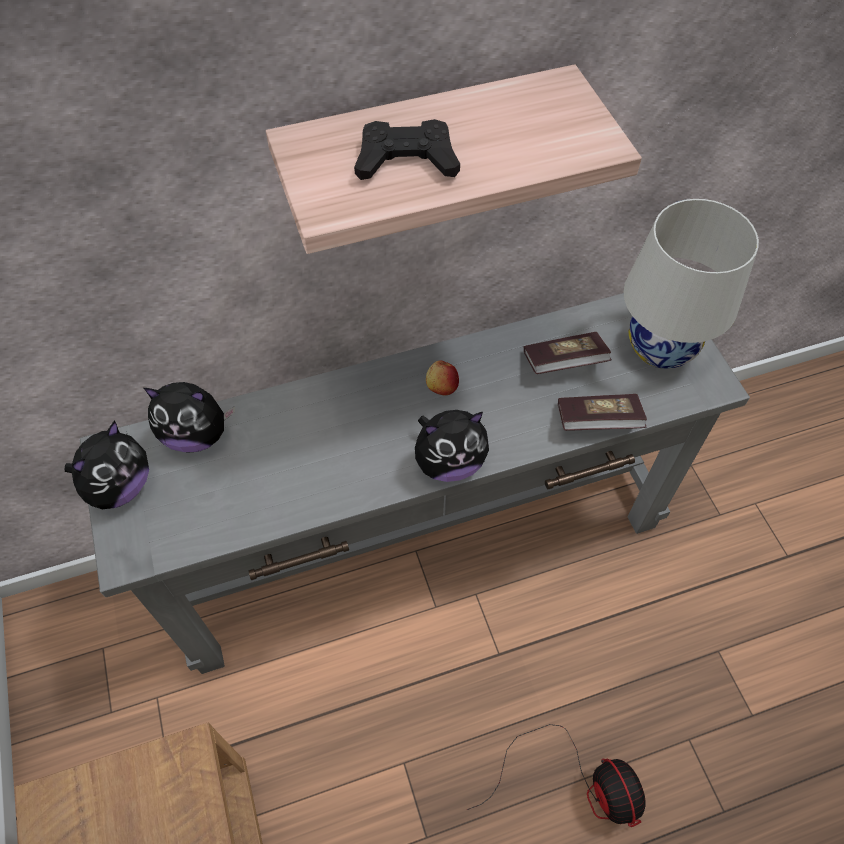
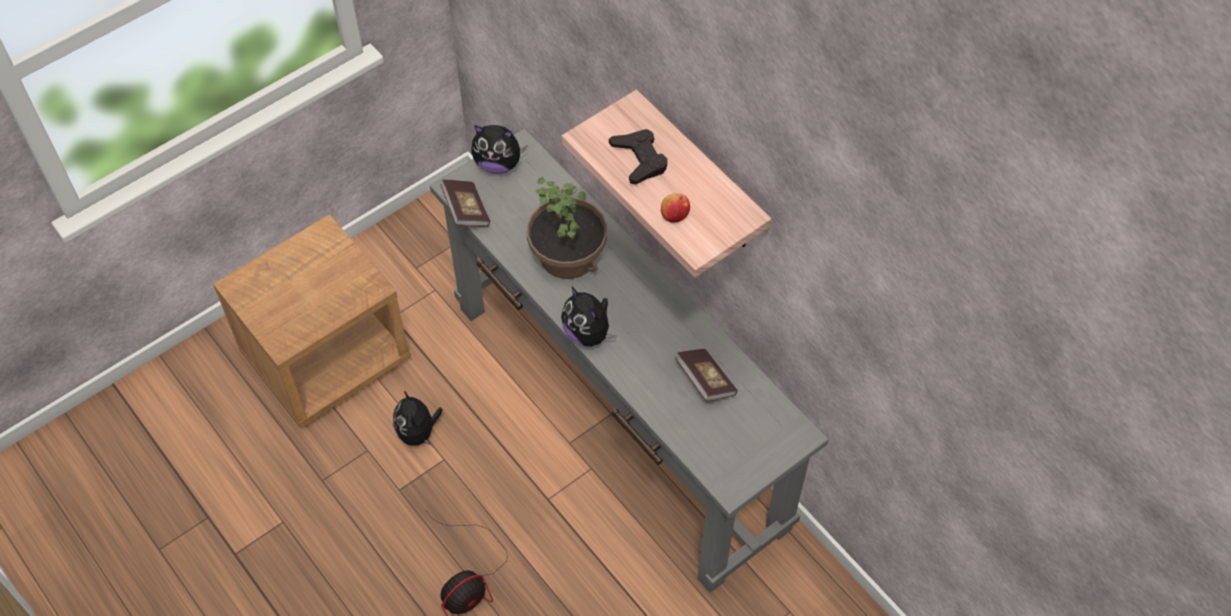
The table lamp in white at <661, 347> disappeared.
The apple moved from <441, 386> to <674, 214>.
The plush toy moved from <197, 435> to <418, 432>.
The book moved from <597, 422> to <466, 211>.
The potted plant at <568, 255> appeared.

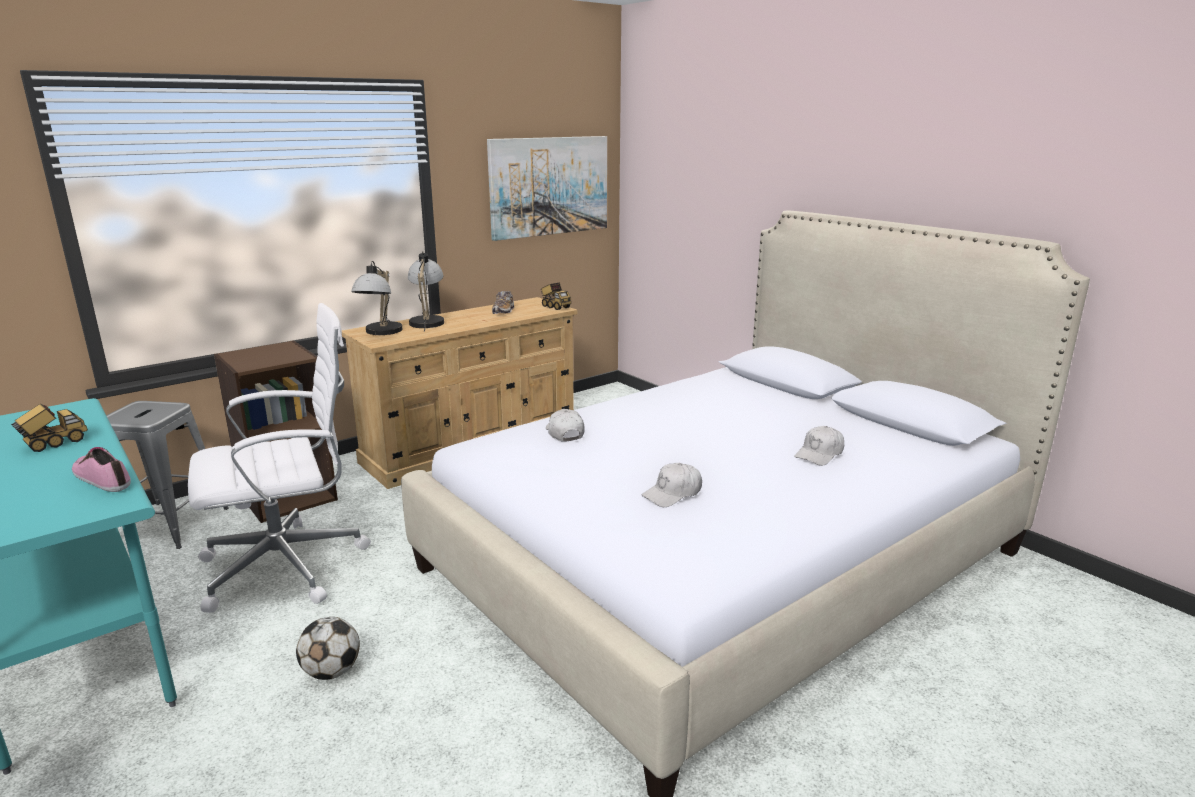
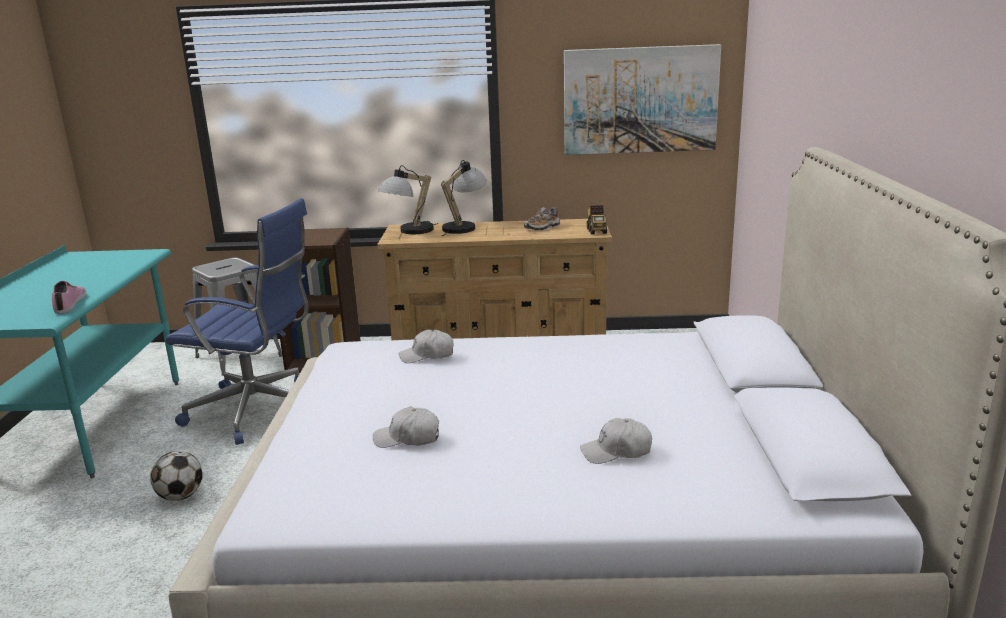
The office chair in white at <289, 565> became the office chair in blue at <258, 411>.
The toy truck at <54, 444> disappeared.
The cap in white at <564, 433> turned 120 degrees counterclockwise.

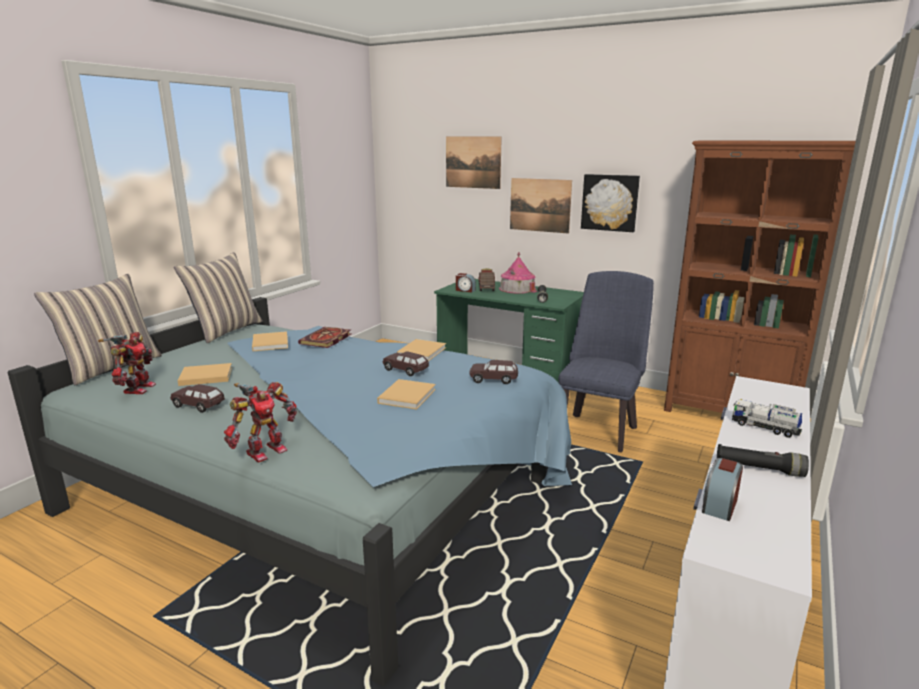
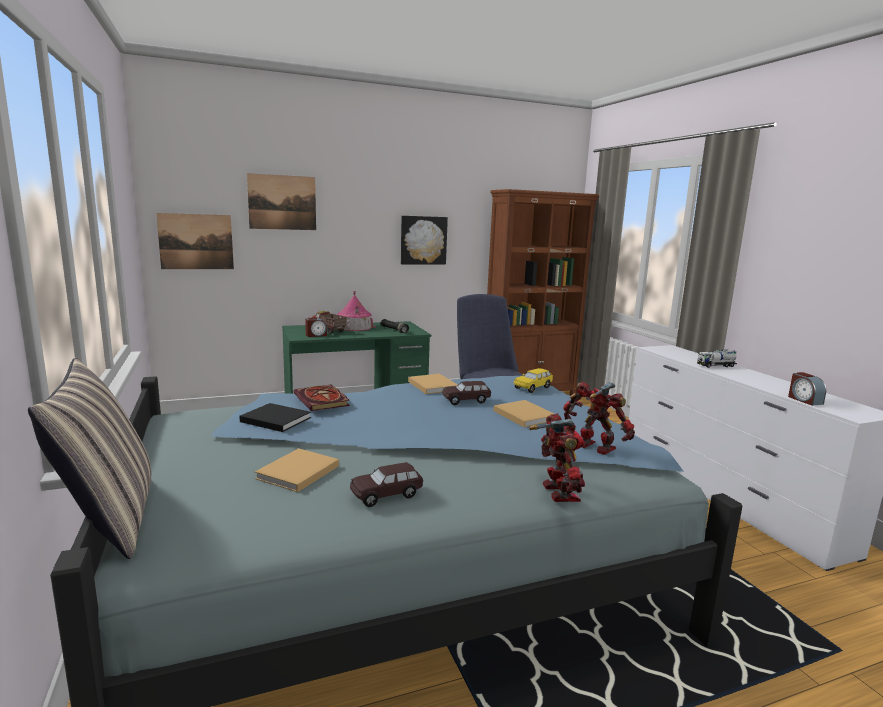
The picture moved from <540, 205> to <196, 241>.
The pillow at <226, 330> disappeared.
The book in beige at <270, 342> became the book in black at <274, 419>.
The toy robot moved from <137, 388> to <594, 448>.
The toy car in brown at <493, 379> became the toy car in yellow at <533, 388>.
The flashlight in black at <759, 469> disappeared.

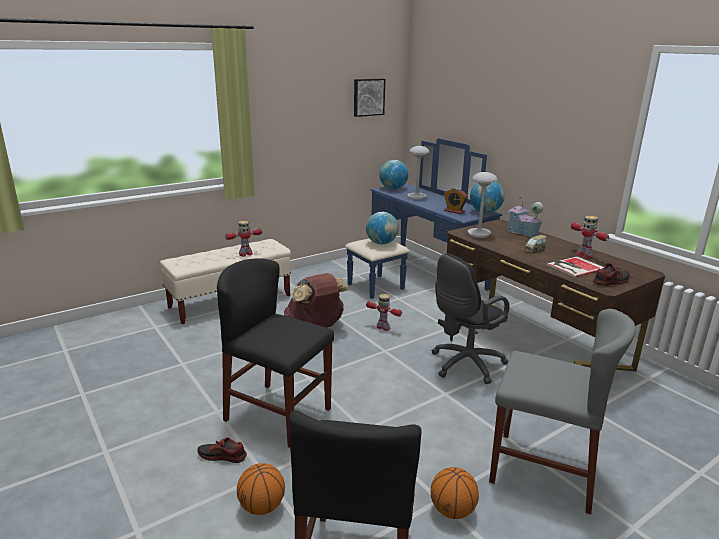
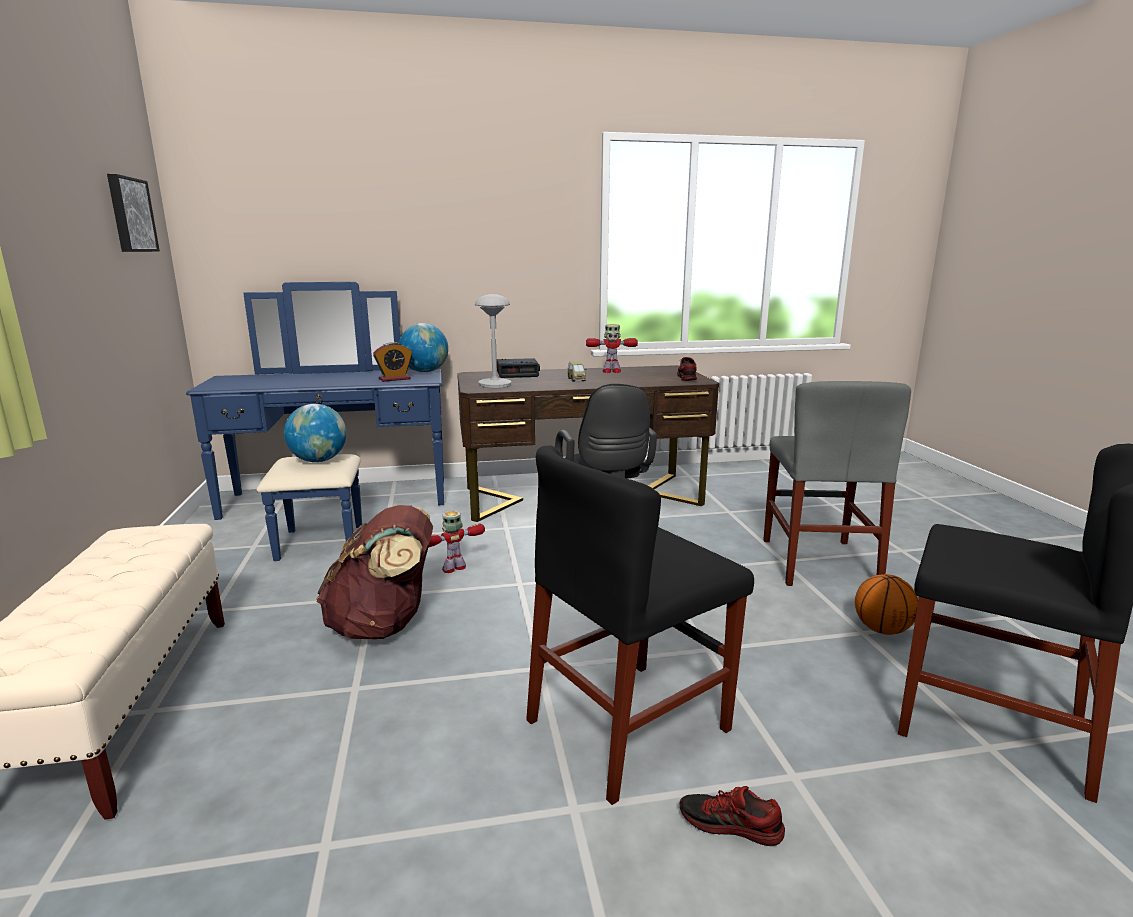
The table lamp in grey at <416, 197> disappeared.
The globe at <393, 188> disappeared.
The toy house at <522, 232> was replaced by the alarm clock at <518, 374>.
The toy robot at <245, 254> disappeared.
The book at <574, 267> disappeared.
The chair in grey at <543, 470> turned 135 degrees clockwise.
The shoe at <222, 456> turned 75 degrees clockwise.
The basketball at <262, 507> disappeared.

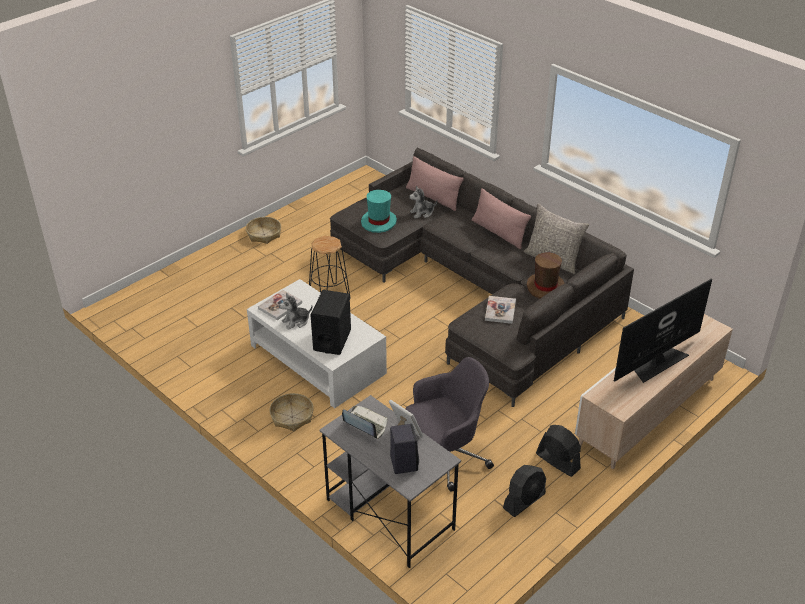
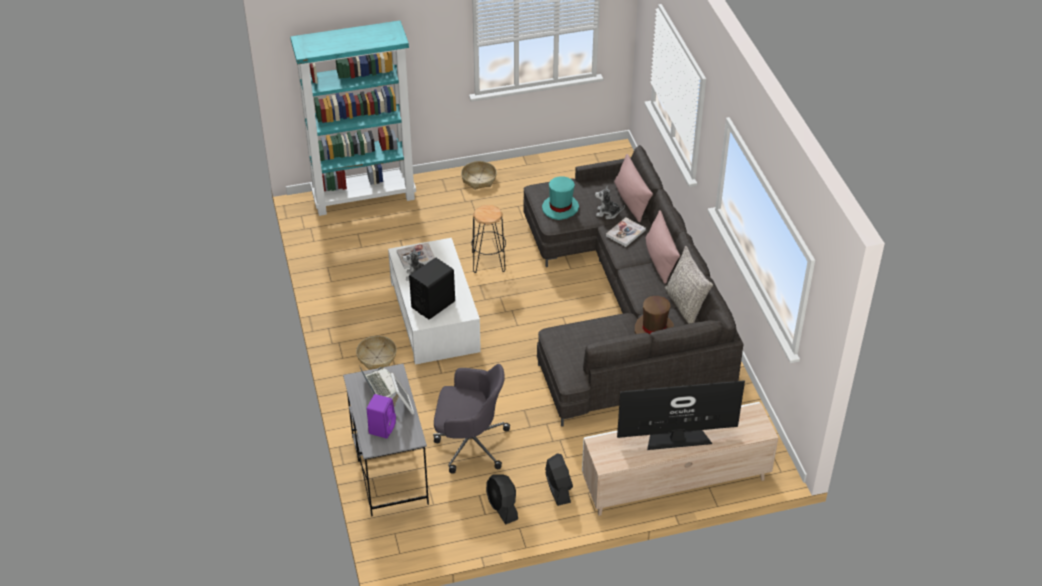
The book moved from <500, 311> to <625, 233>.
The speaker in black at <403, 462> became the speaker in purple at <382, 427>.
The fan in black at <524, 501> turned 75 degrees clockwise.
The bookcase in turquoise at <364, 197> appeared.

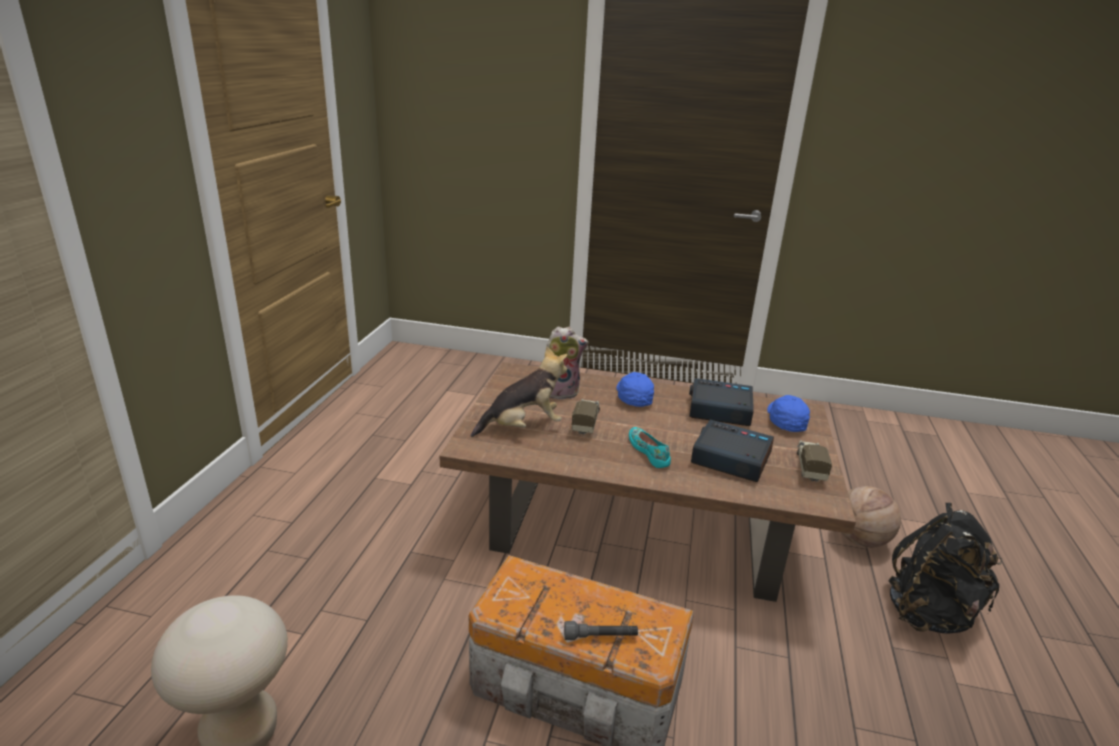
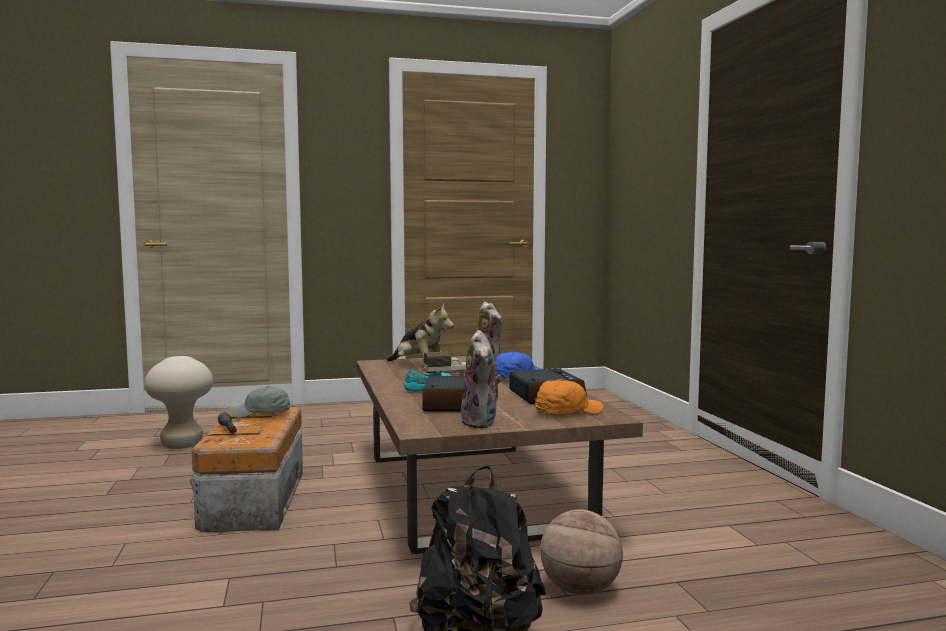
The cap in blue at <785, 421> became the cap in orange at <567, 412>.
The toy truck at <810, 467> was replaced by the plush toy at <482, 423>.
The cap in grey at <261, 414> appeared.

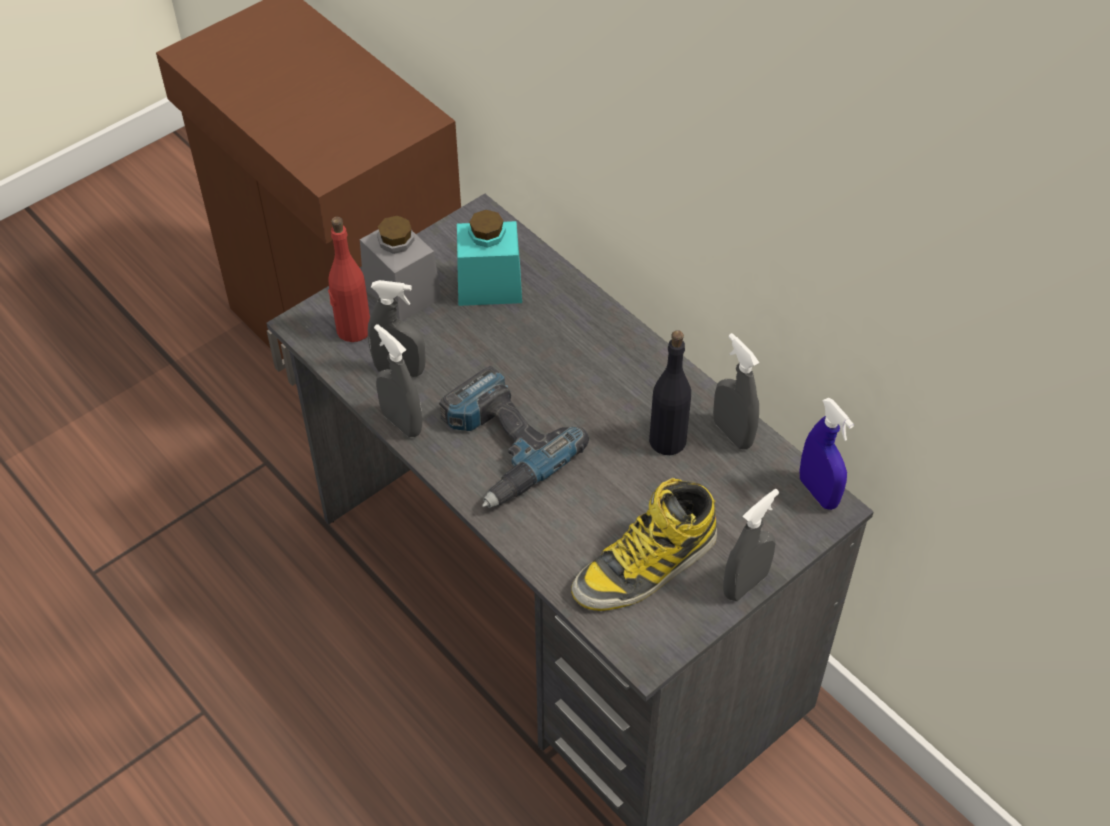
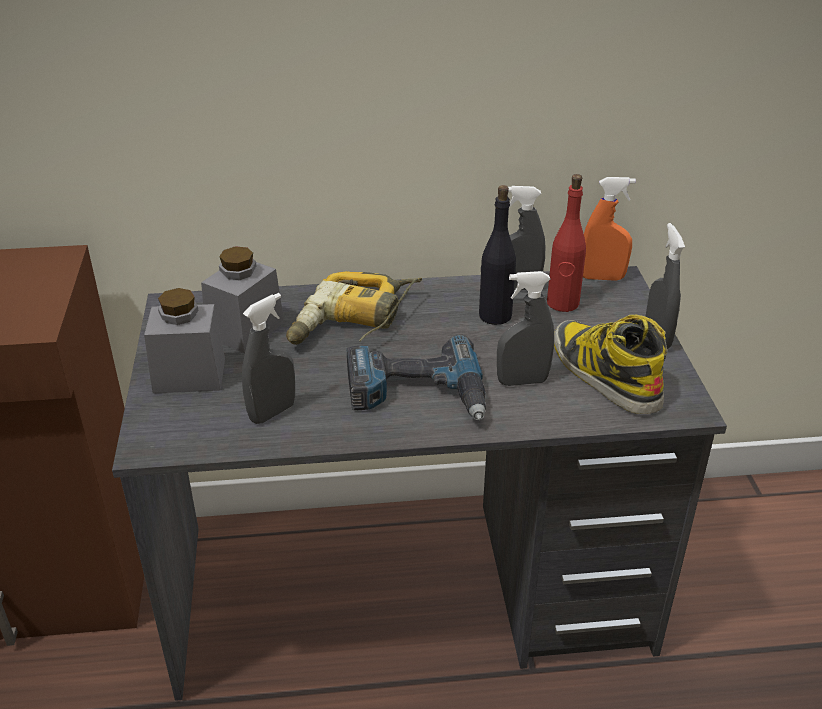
The jar in turquoise at <489, 285> became the jar in grey at <245, 330>.
The bottle in red moved from <353, 329> to <562, 303>.
The spray bottle in grey moved from <401, 423> to <522, 381>.
The spray bottle in blue at <818, 492> became the spray bottle in orange at <602, 277>.
The boot at <645, 566> turned 150 degrees clockwise.
The power drill at <354, 322> appeared.

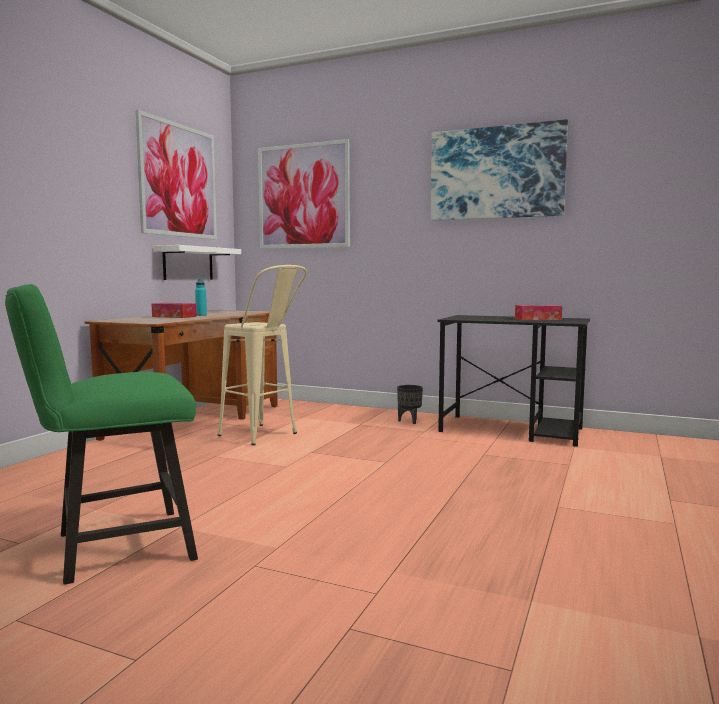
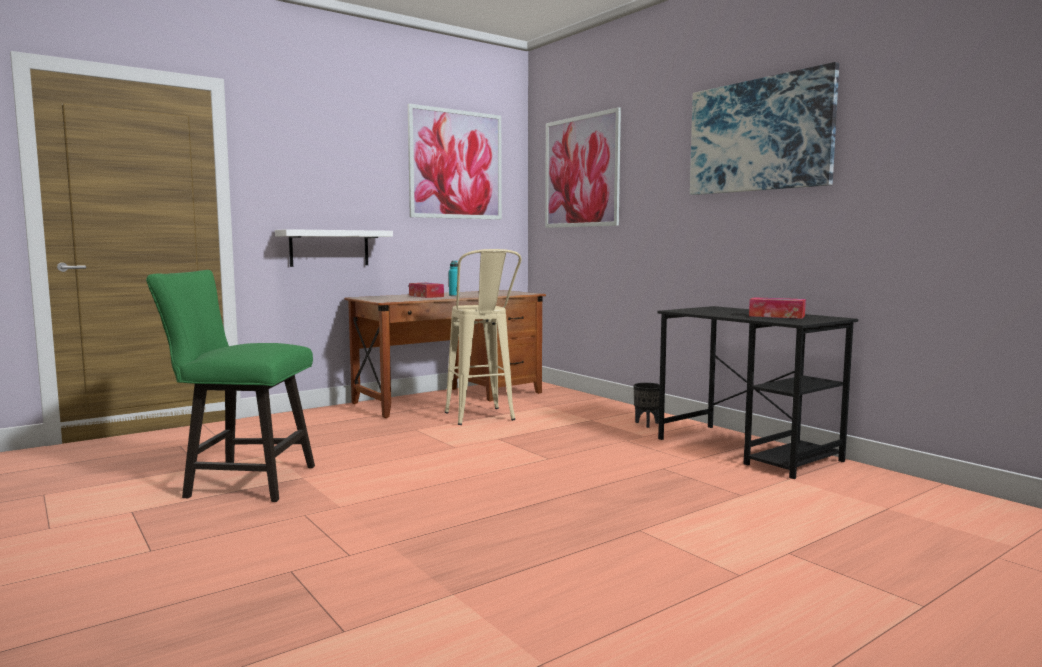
The shelf in white moved from <188, 263> to <329, 248>.

